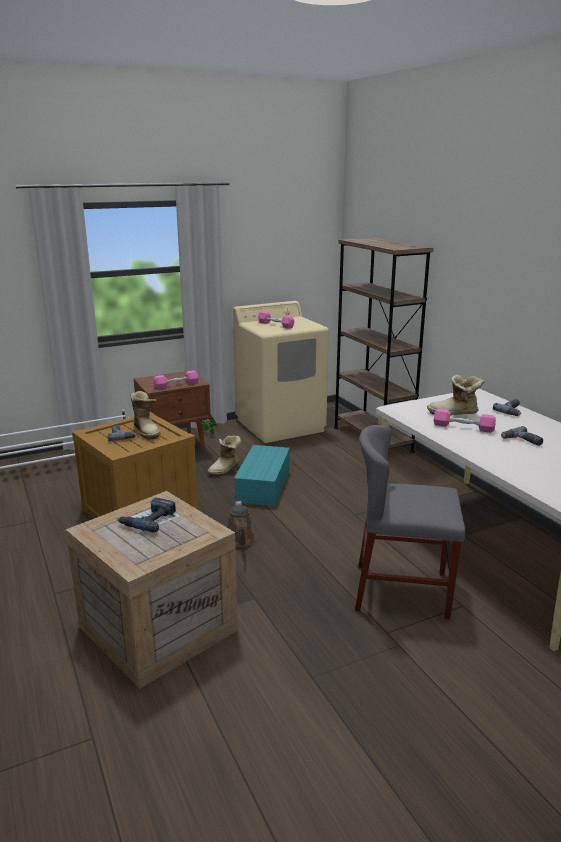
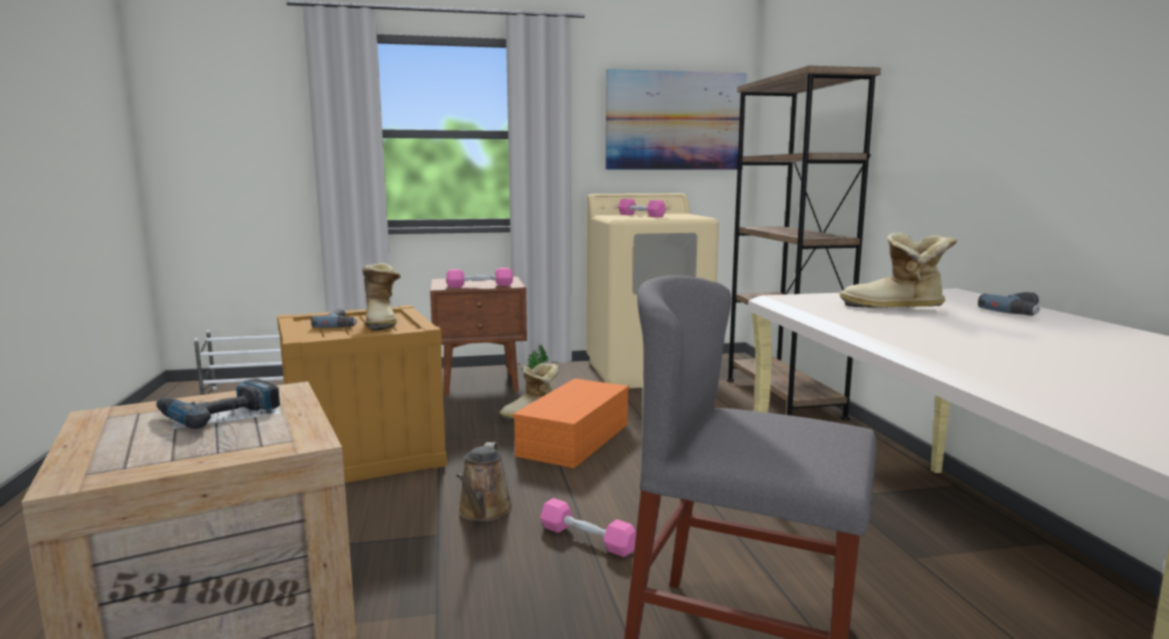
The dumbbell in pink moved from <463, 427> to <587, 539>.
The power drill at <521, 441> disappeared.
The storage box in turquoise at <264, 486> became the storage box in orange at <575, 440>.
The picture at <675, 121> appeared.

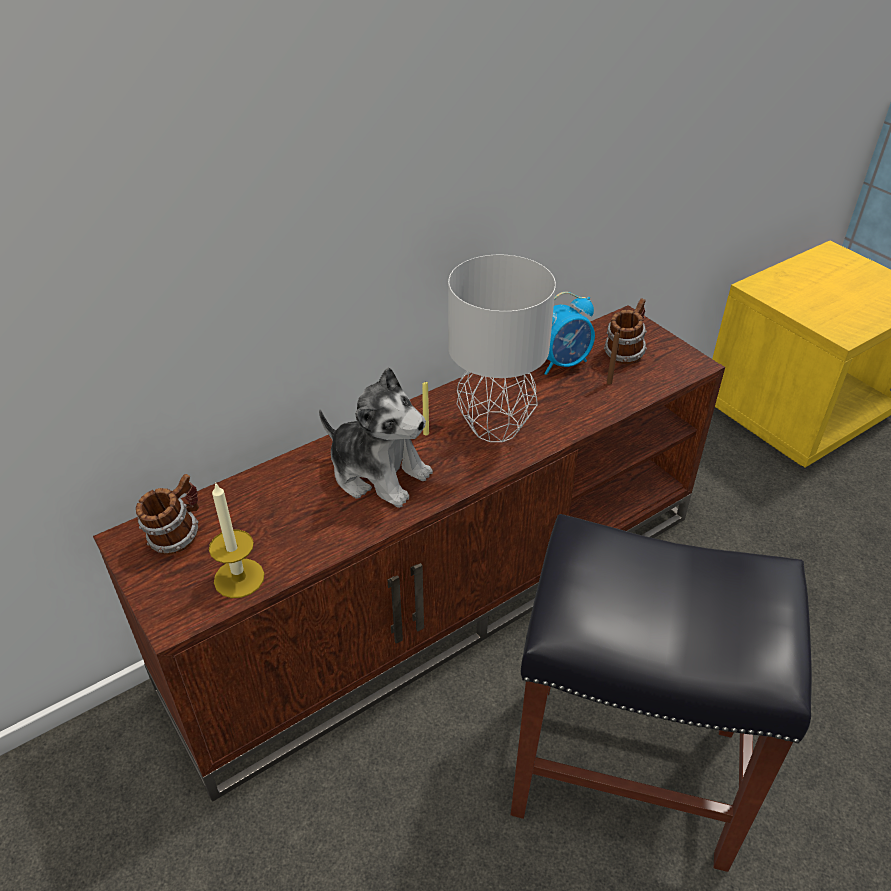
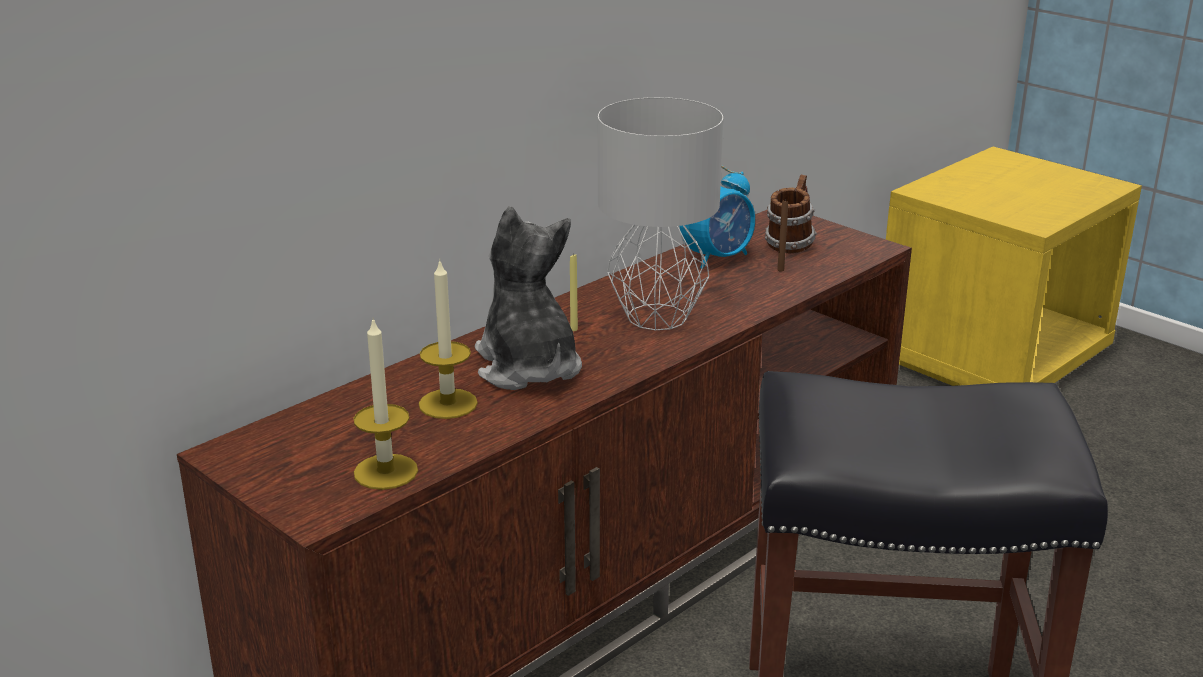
The plush toy at <378, 473> turned 135 degrees counterclockwise.
The mug at <176, 536> disappeared.
The candle at <448, 404> appeared.

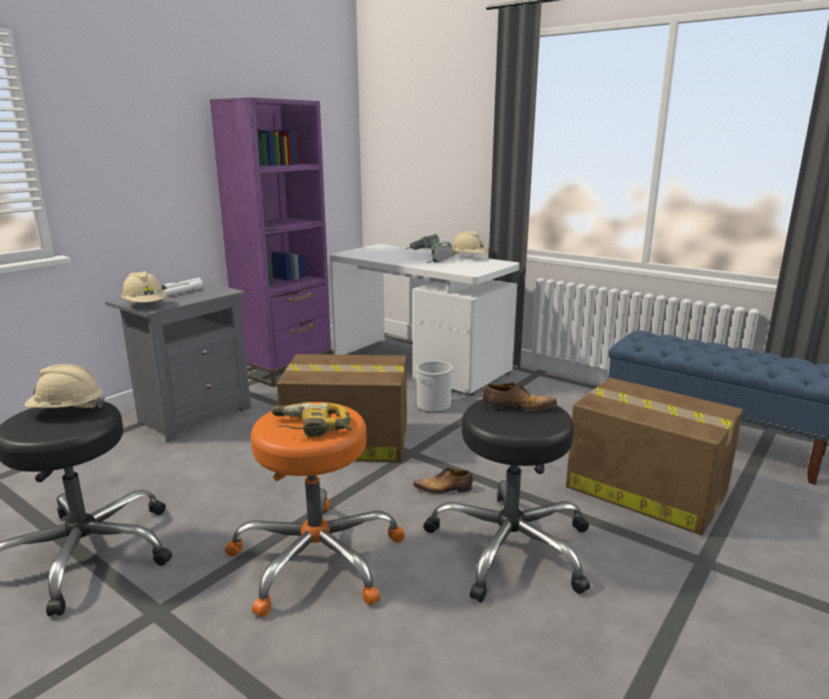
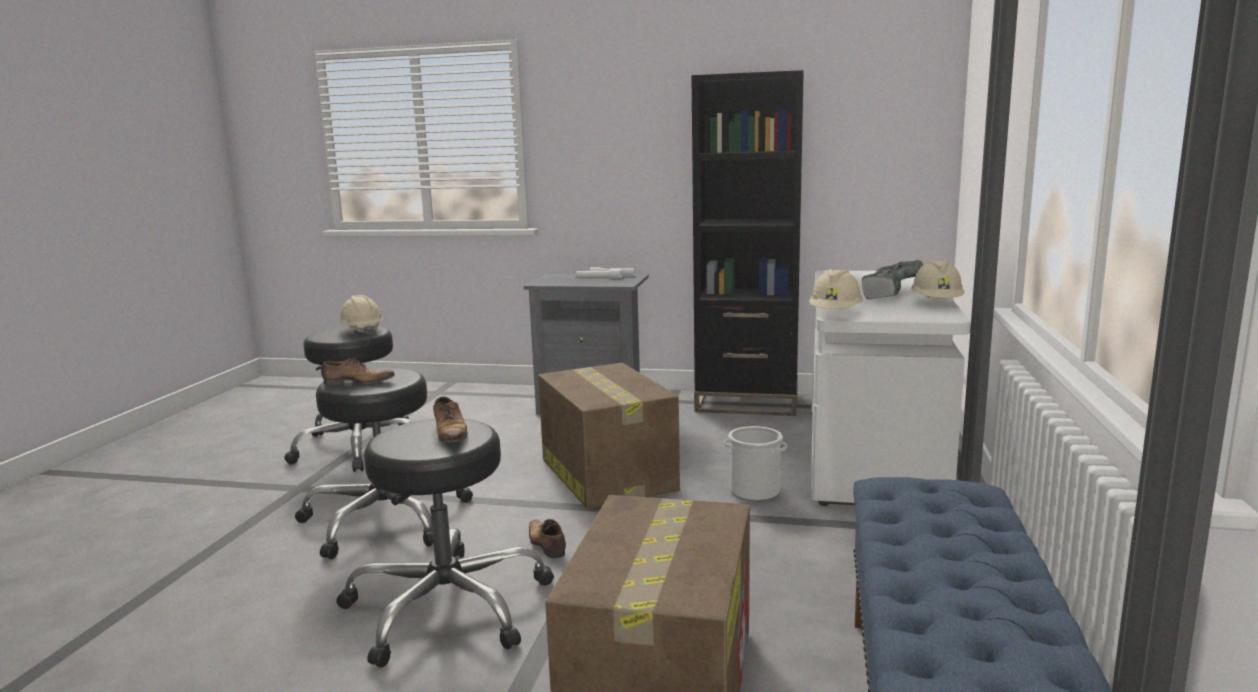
The bookcase in purple at <285, 369> became the bookcase in black at <747, 403>.
The hard hat in beige moved from <145, 305> to <835, 314>.
The stool in orange at <317, 559> became the stool in black at <385, 519>.
The power drill at <311, 428> was replaced by the shoe at <357, 382>.

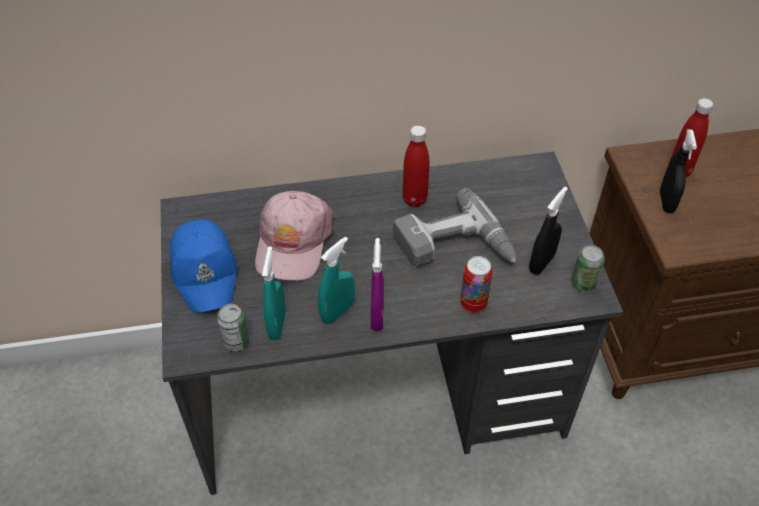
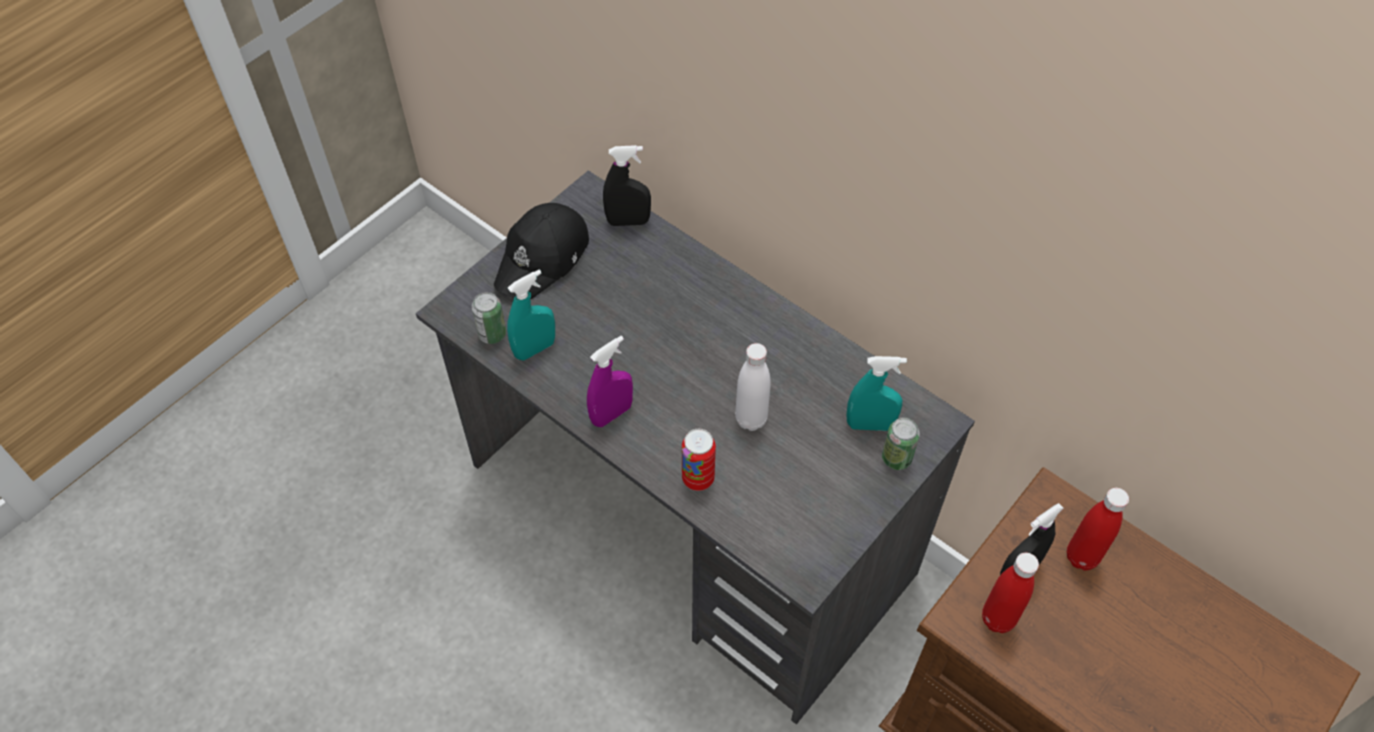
The bottle in red moved from <414, 199> to <998, 619>.
The spray bottle in black moved from <541, 263> to <628, 221>.
The power drill at <454, 248> was replaced by the bottle in white at <751, 419>.
The cap in pink at <293, 242> disappeared.
The cap in blue at <205, 270> became the cap in black at <543, 258>.
The spray bottle in turquoise moved from <337, 312> to <870, 425>.
The can moved from <583, 283> to <896, 458>.

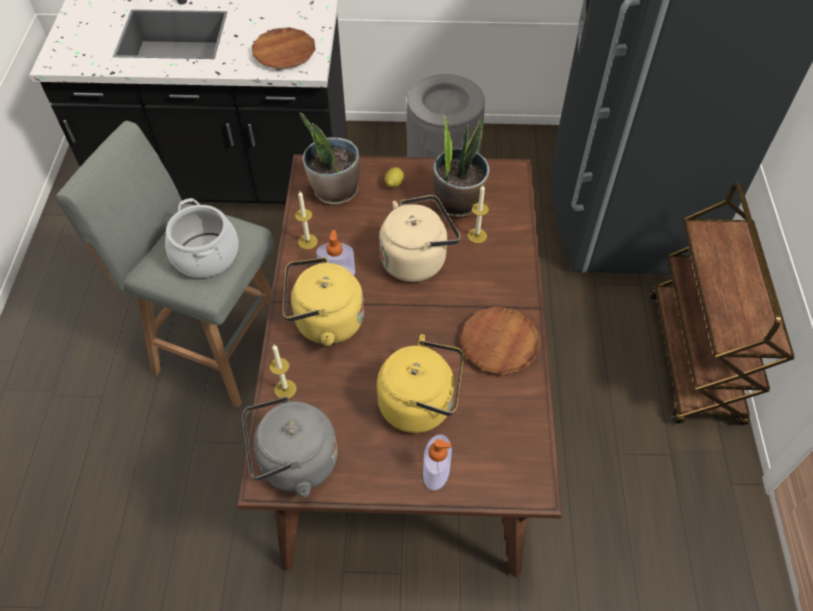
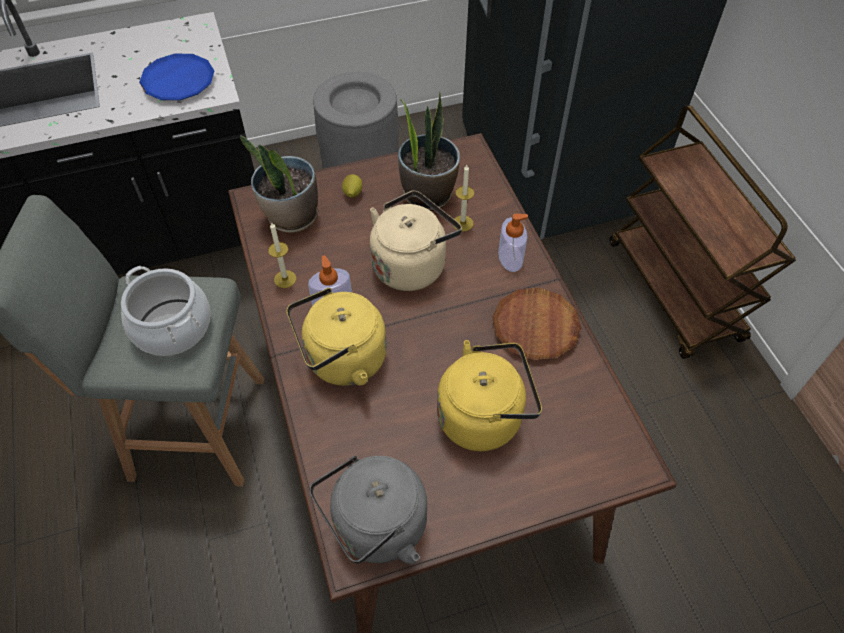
The plate in brown at <284, 52> became the plate in blue at <178, 82>.
The candle at <285, 389> disappeared.
The soap dispenser moved from <436, 471> to <510, 257>.

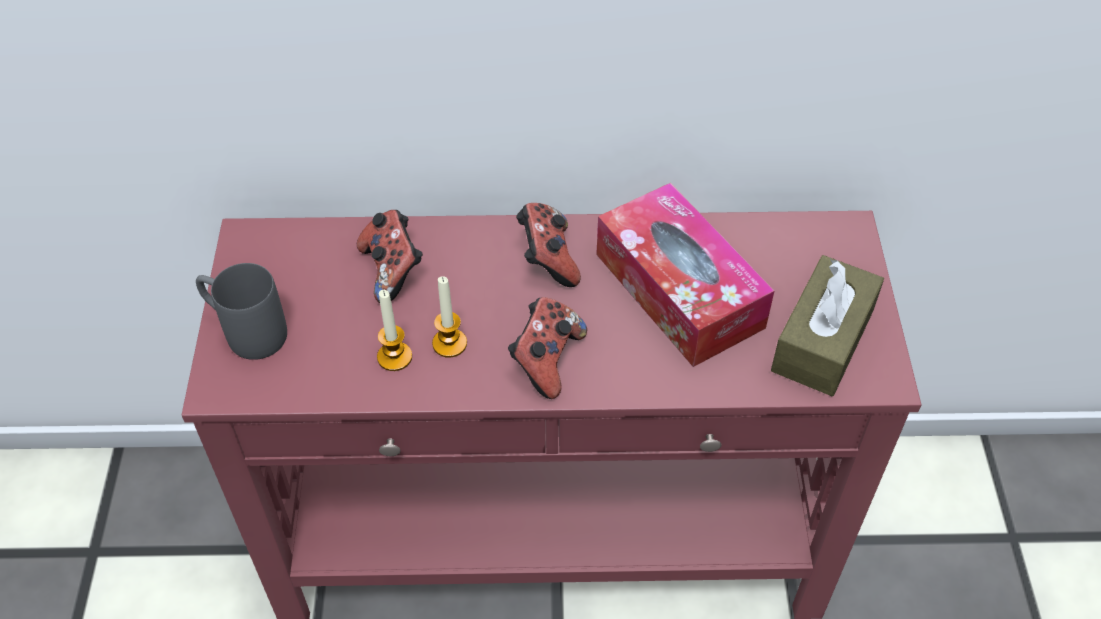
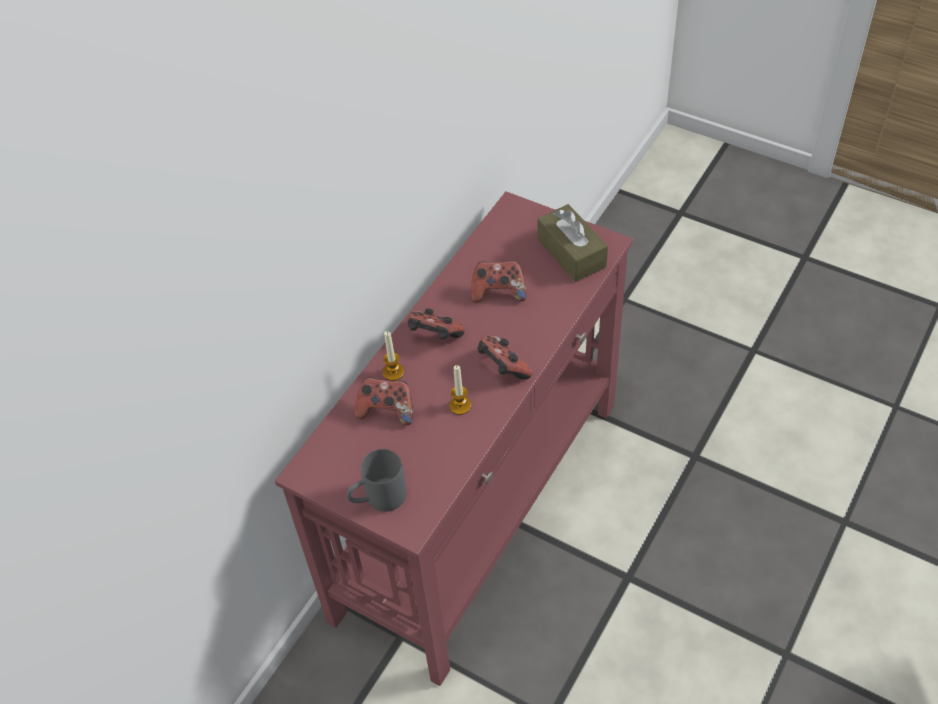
The tissue box at <679, 290> was replaced by the game controller at <498, 292>.
The candle moved from <394, 357> to <393, 372>.

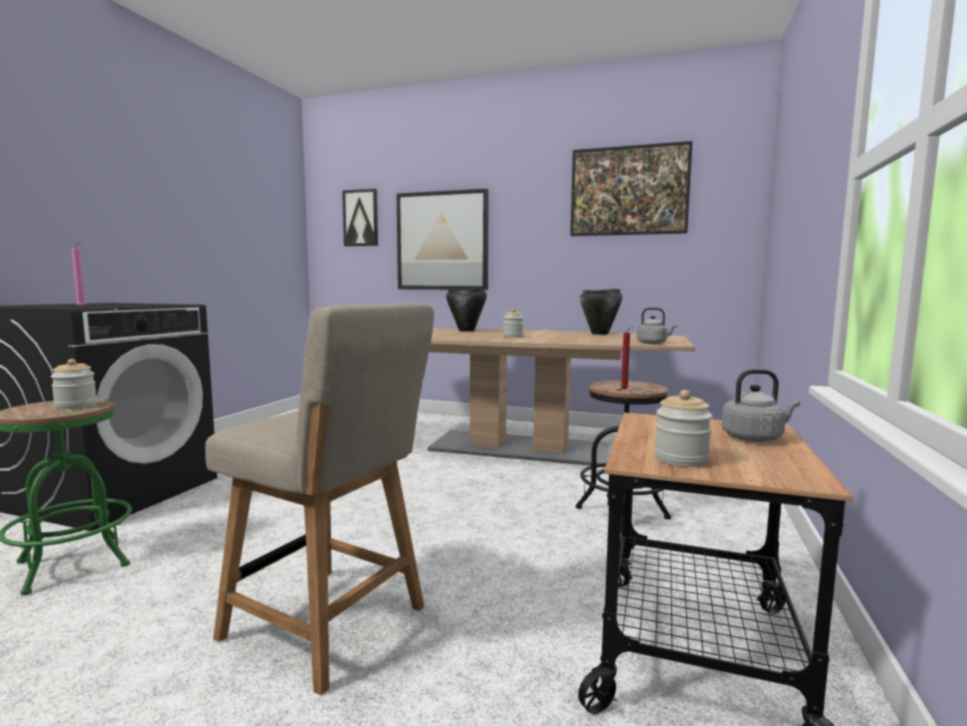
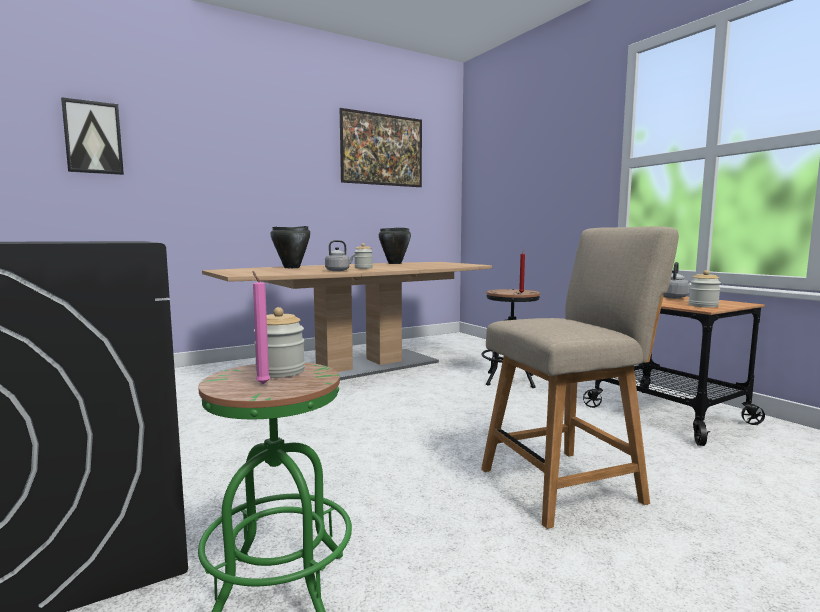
The picture at <442, 241> disappeared.
The candle in pink moved from <82, 307> to <262, 384>.
The kettle in grey moved from <653, 343> to <339, 270>.

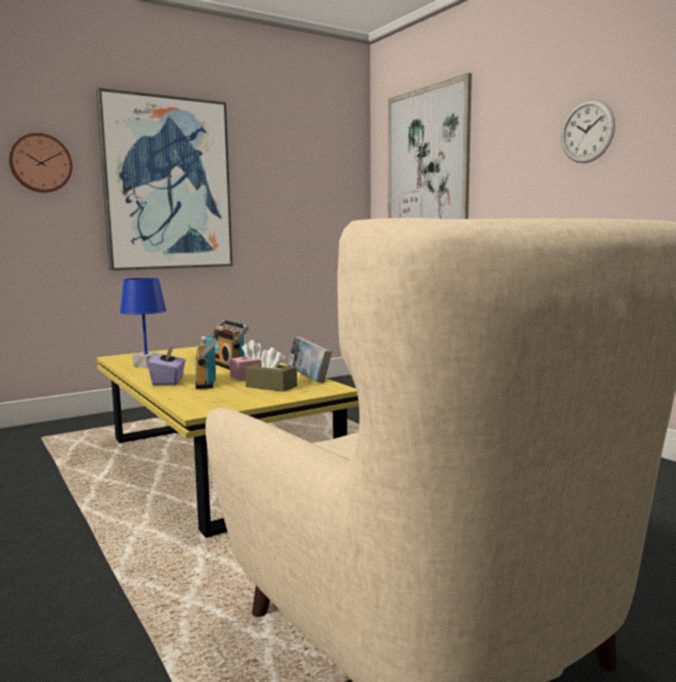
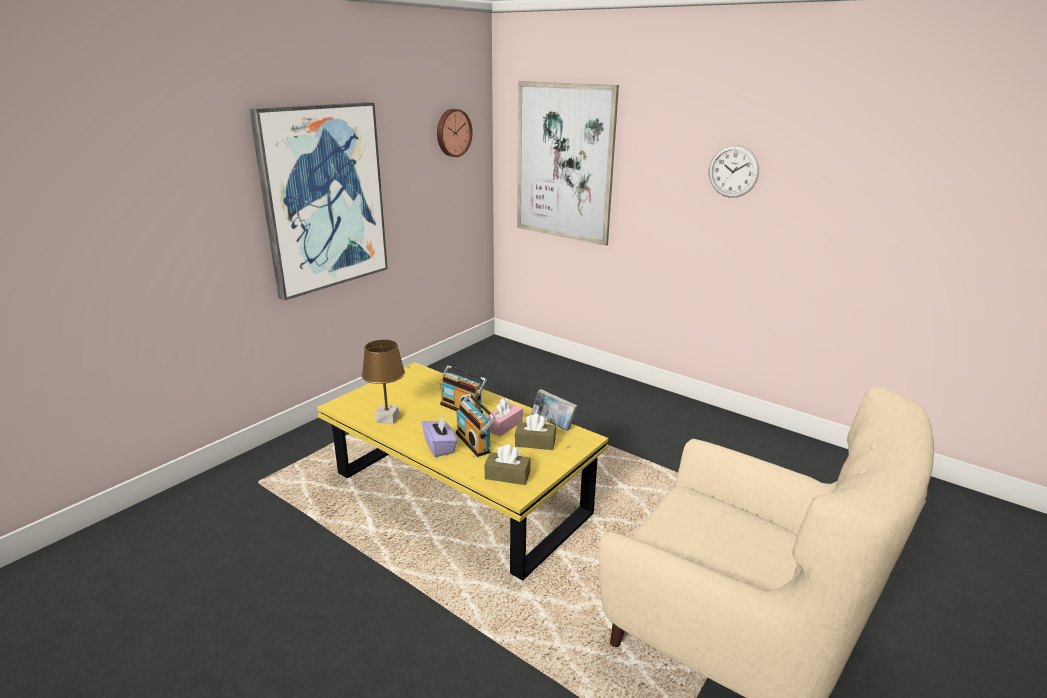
The wall clock moved from <40, 163> to <453, 132>.
The table lamp in blue at <147, 365> became the table lamp in brown at <388, 418>.
The tissue box in brown at <507, 475> appeared.

